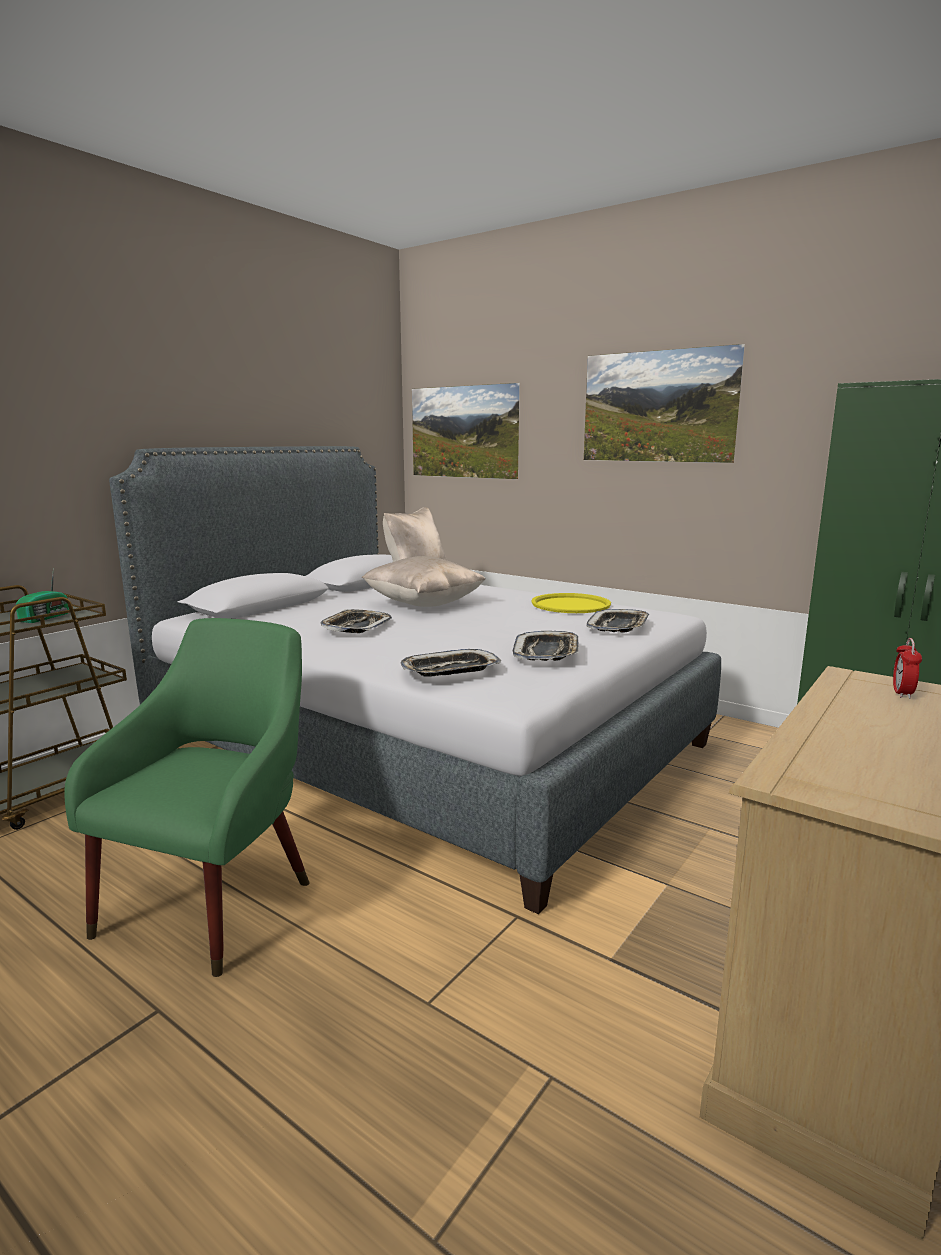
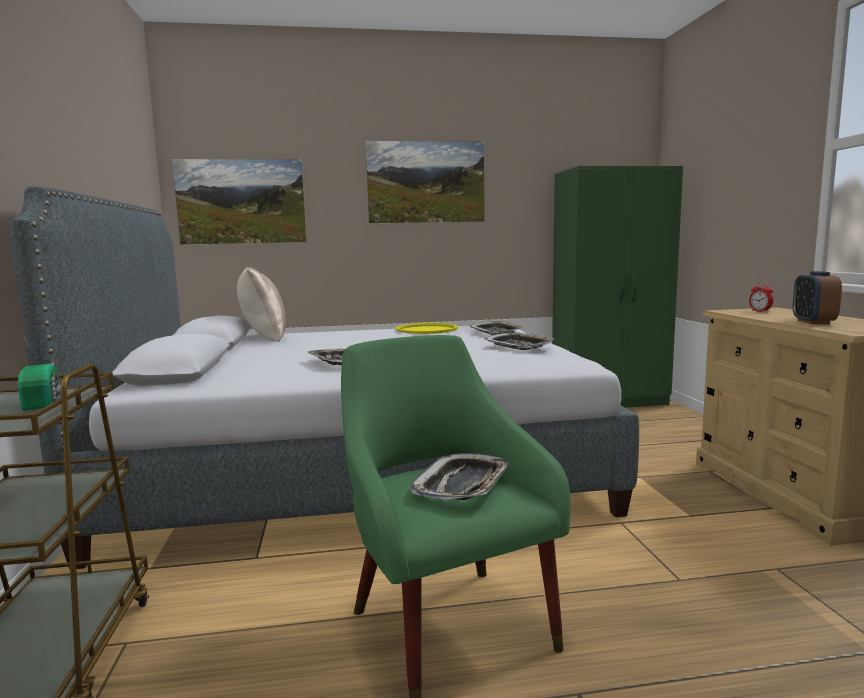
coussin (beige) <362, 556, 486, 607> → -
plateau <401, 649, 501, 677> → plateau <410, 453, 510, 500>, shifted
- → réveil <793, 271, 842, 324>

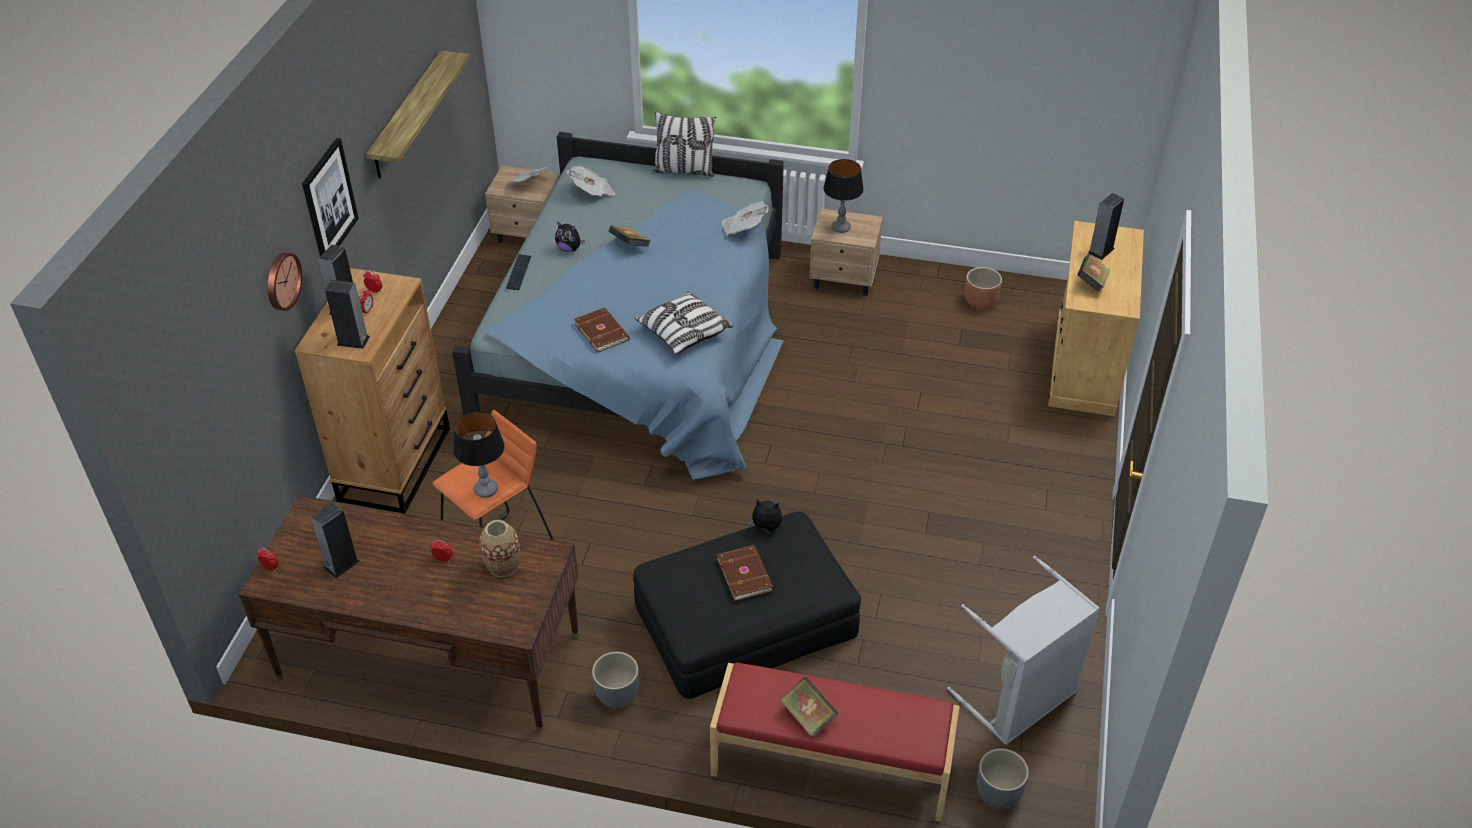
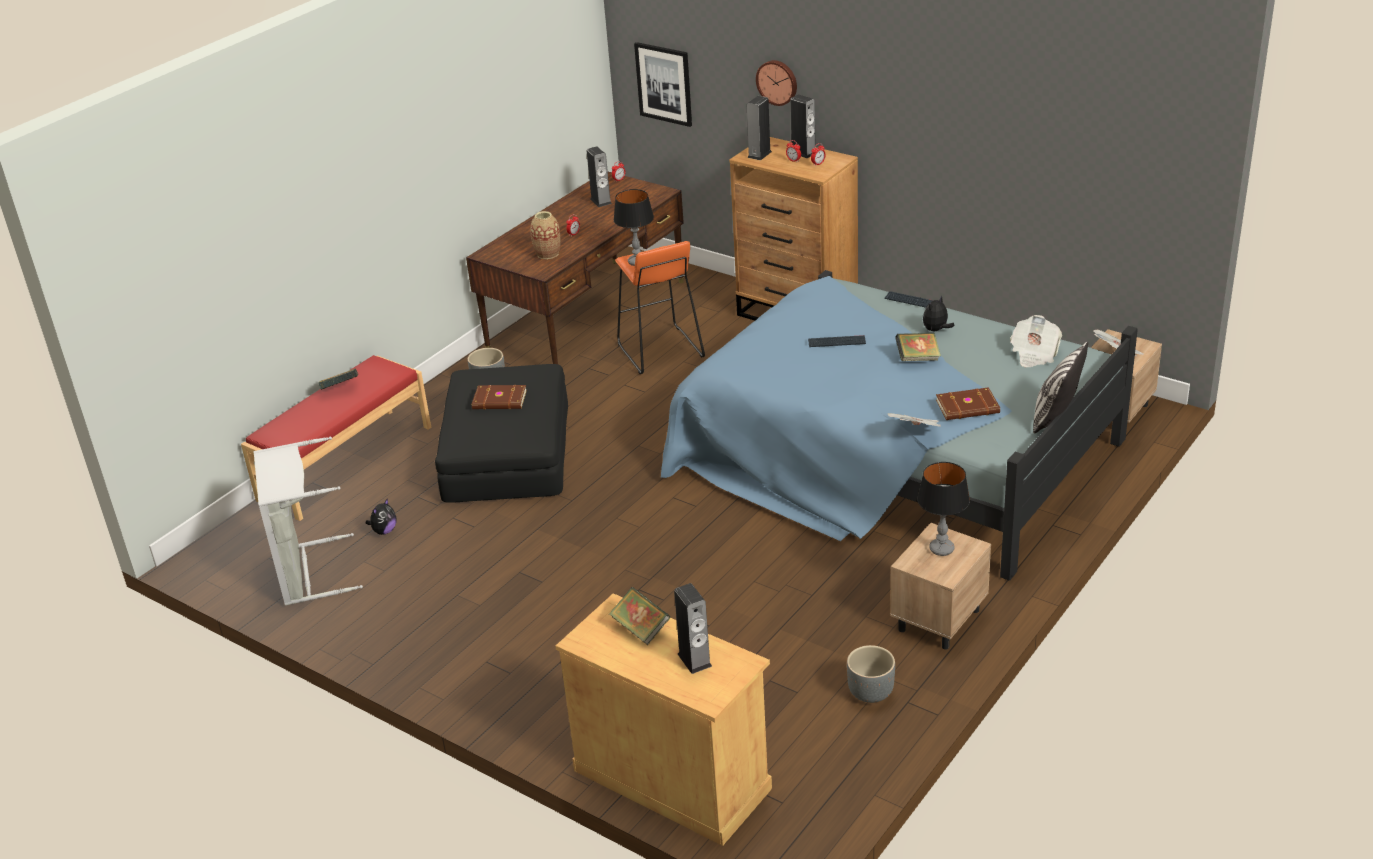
tableau <302, 138, 359, 256> → tableau <634, 42, 692, 127>, shifted
étagère <366, 50, 470, 179> → -
livre (marron) <574, 307, 630, 353> → livre (marron) <936, 387, 1000, 420>, shifted
coussin <635, 291, 733, 355> → -
peluche <748, 500, 782, 537> → peluche <366, 498, 397, 535>, shifted
cache-pot (marron) <965, 267, 1002, 309> → -
cache-pot (gris) <977, 748, 1029, 808> → cache-pot (gris) <847, 645, 895, 703>, shifted
- → clavier <808, 335, 866, 347>

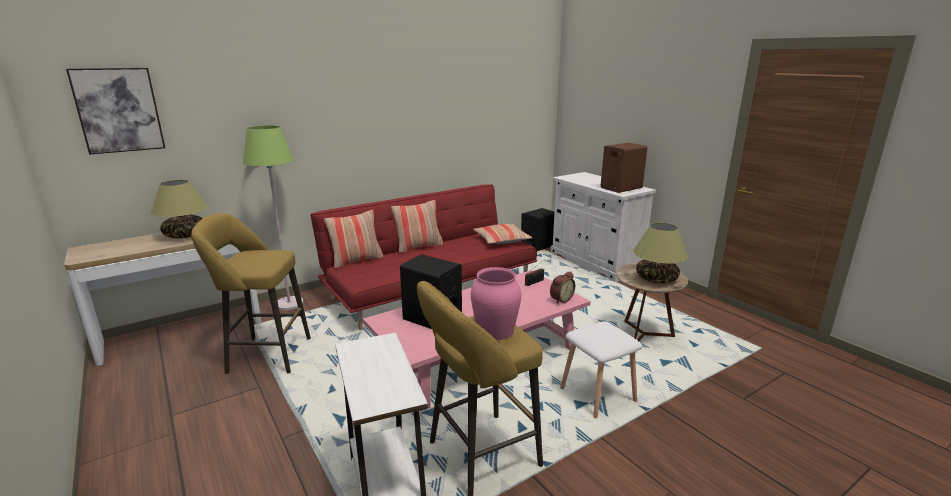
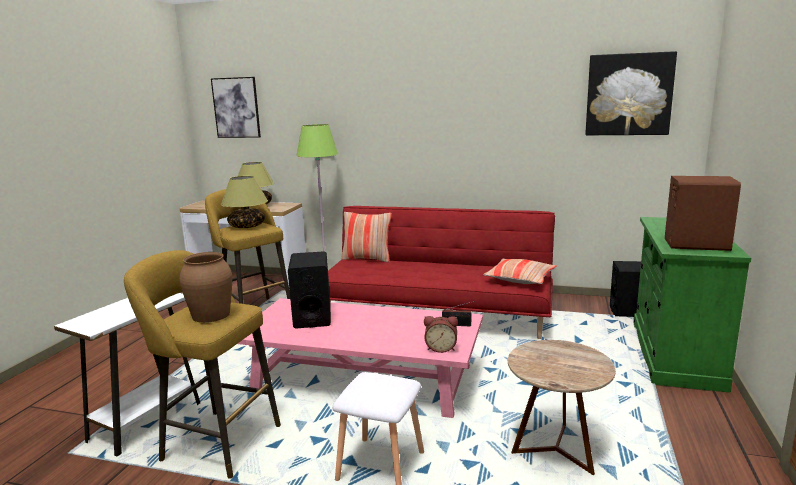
coussin <391, 200, 443, 253> → -
vase (rose) <471, 267, 521, 340> → vase (marron) <179, 252, 232, 323>
meuble de rangement (blanc) <550, 172, 656, 282> → meuble de rangement (vert) <633, 217, 751, 393>
lampe de table <633, 223, 688, 284> → lampe de table <221, 176, 268, 228>, shifted
- → tableau <585, 51, 677, 135>

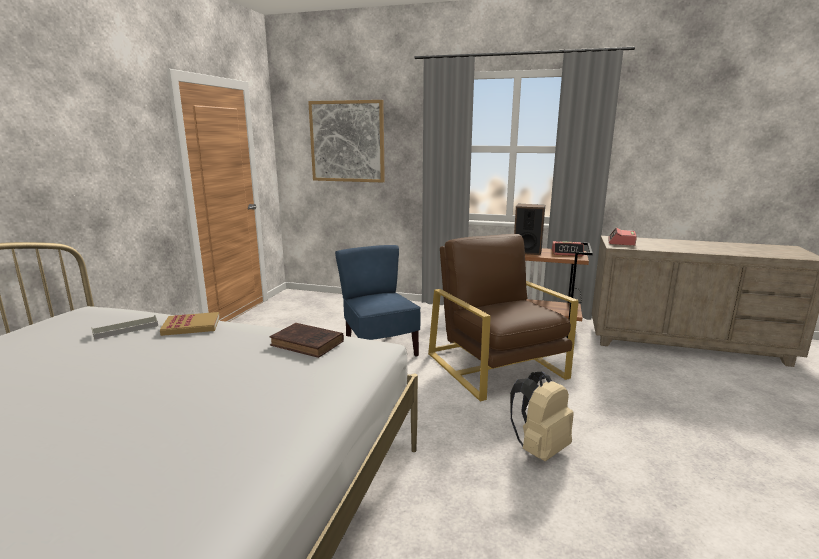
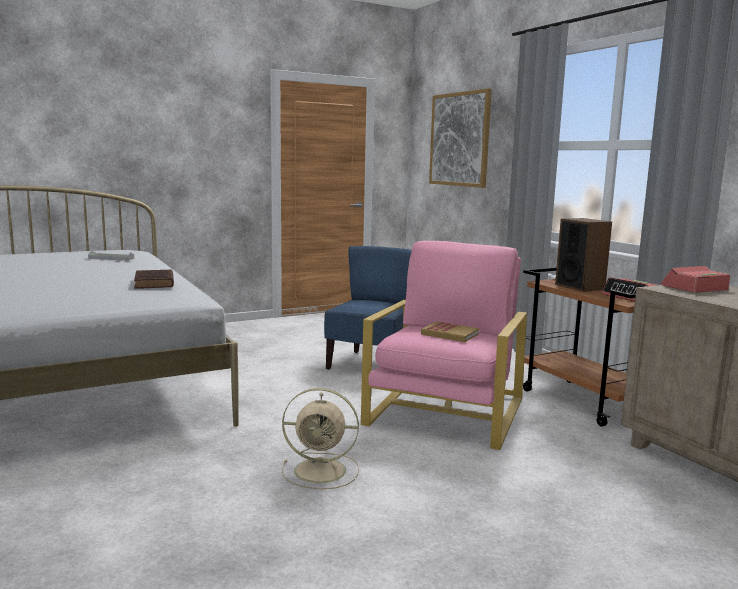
livre <160, 312, 220, 336> → livre <421, 322, 479, 342>, shifted
fauteuil (marron) <428, 234, 579, 401> → fauteuil (rose) <361, 241, 527, 450>
sac à dos (beige) <510, 372, 574, 461> → ventilateur (beige) <282, 388, 359, 489>

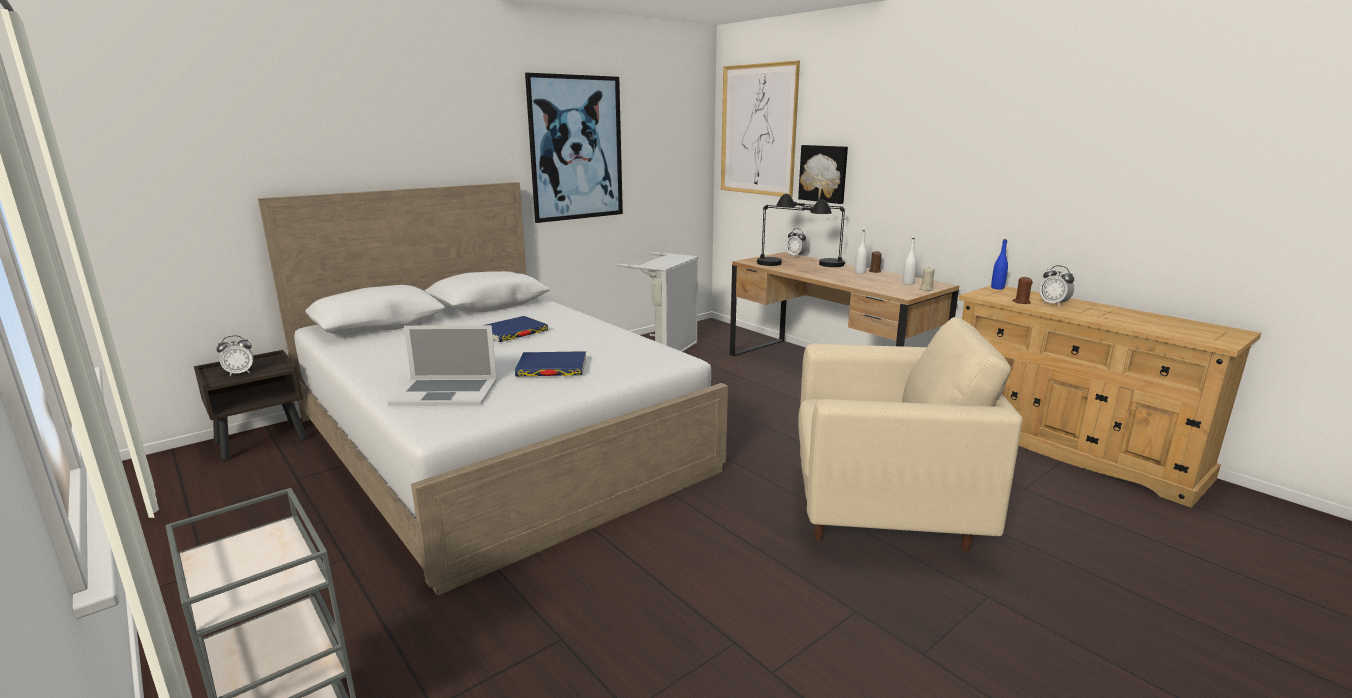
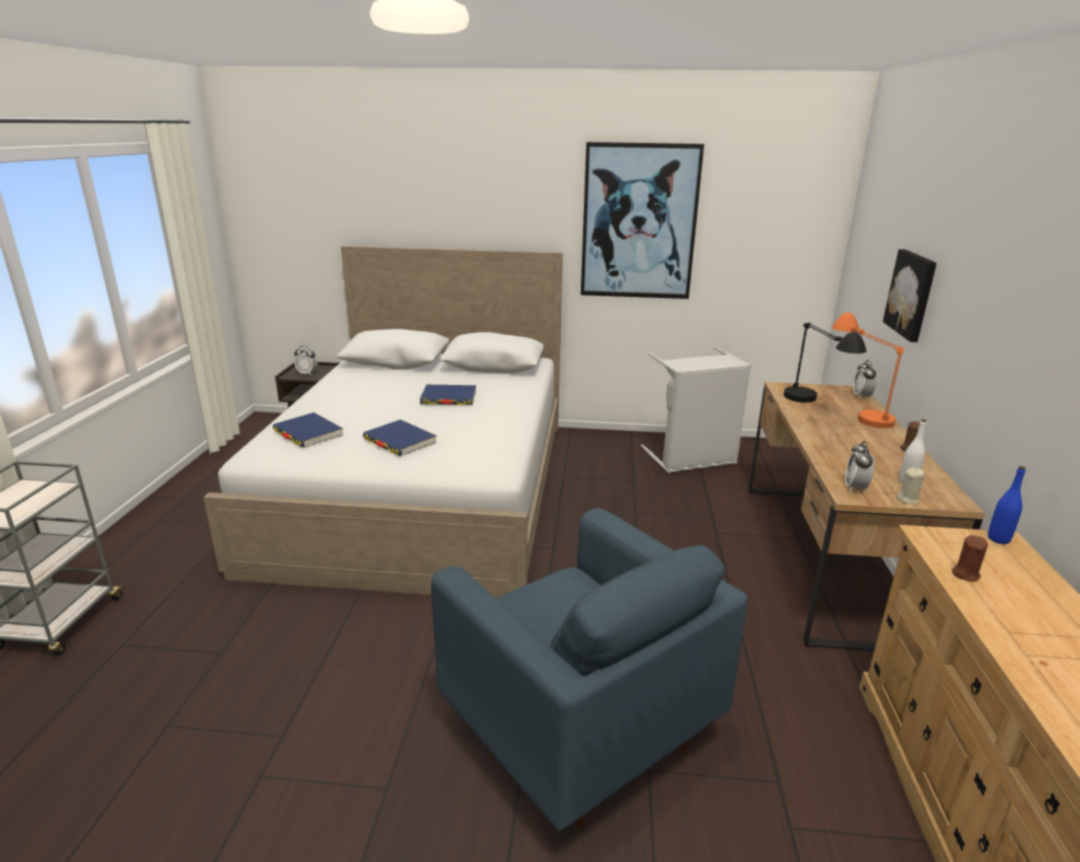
ordinateur portable <388, 325, 497, 406> → livre (bleu) <273, 412, 343, 448>
tableau <721, 60, 800, 197> → -
lampe de table (noir) <776, 194, 845, 267> → lampe de table (orange) <832, 312, 904, 428>
fauteuil (beige) <798, 317, 1023, 552> → fauteuil (bleu) <431, 508, 748, 830>
bouteille (blanc) <855, 230, 868, 274> → -
réveil <1040, 265, 1074, 307> → réveil <845, 441, 874, 492>, shifted

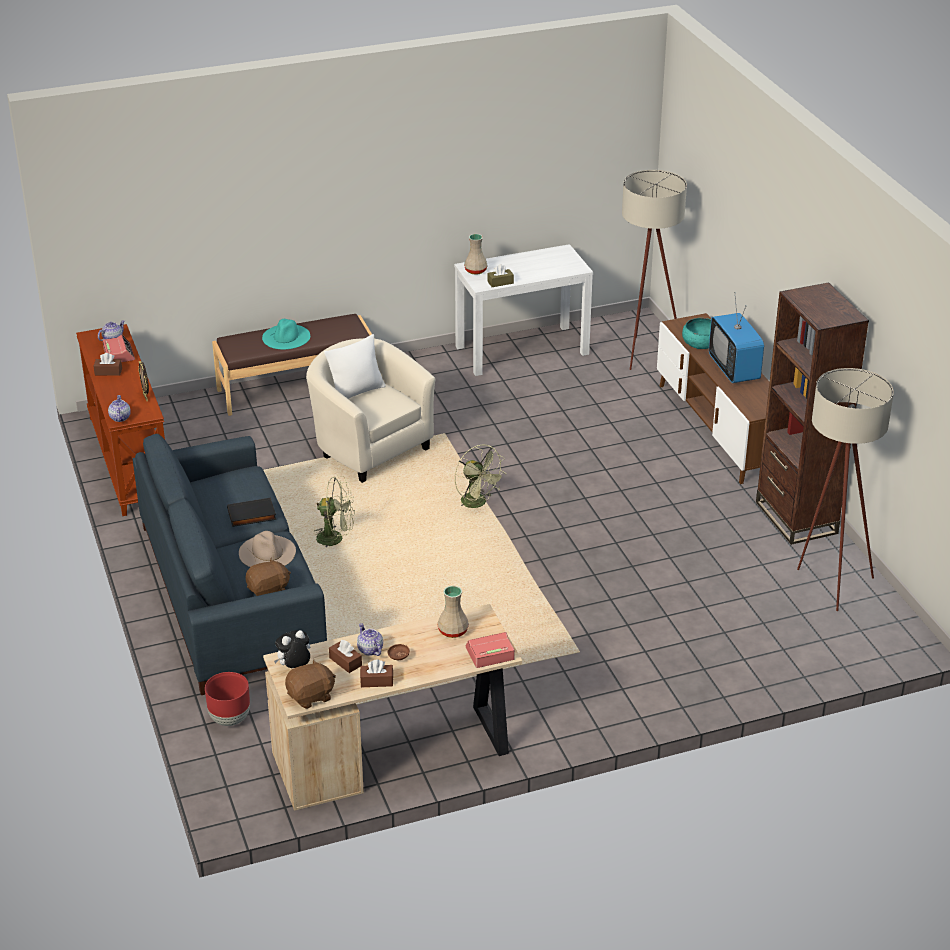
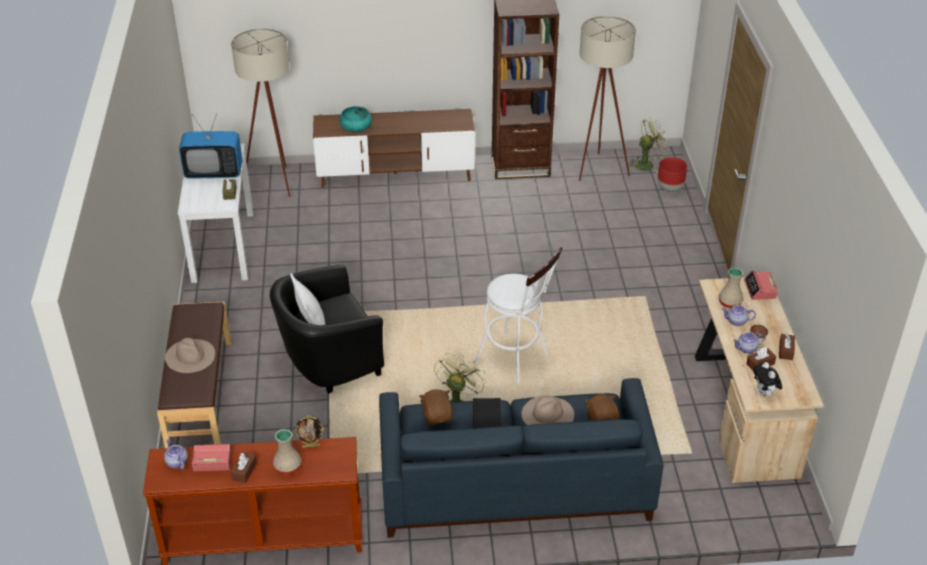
théière <108, 395, 131, 422> → théière <722, 305, 756, 326>, shifted
cache-pot (rouge) <205, 672, 250, 726> → cache-pot (rouge) <658, 157, 688, 192>, shifted
chapeau (turquoise) <262, 319, 310, 350> → chapeau (beige) <165, 338, 215, 373>
peluche (marron) <285, 659, 336, 709> → peluche (marron) <419, 389, 453, 425>, shifted
fauteuil (beige) <306, 338, 436, 483> → fauteuil (noir) <270, 265, 384, 394>
ventilateur (vert) <455, 445, 506, 508> → ventilateur (vert) <628, 118, 669, 173>, shifted
vase (beige) <464, 234, 488, 275> → vase (beige) <273, 429, 301, 474>, shifted
téléviseur <709, 292, 764, 383> → téléviseur <179, 114, 243, 179>, shifted
- → tabouret (blanc) <475, 247, 562, 384>

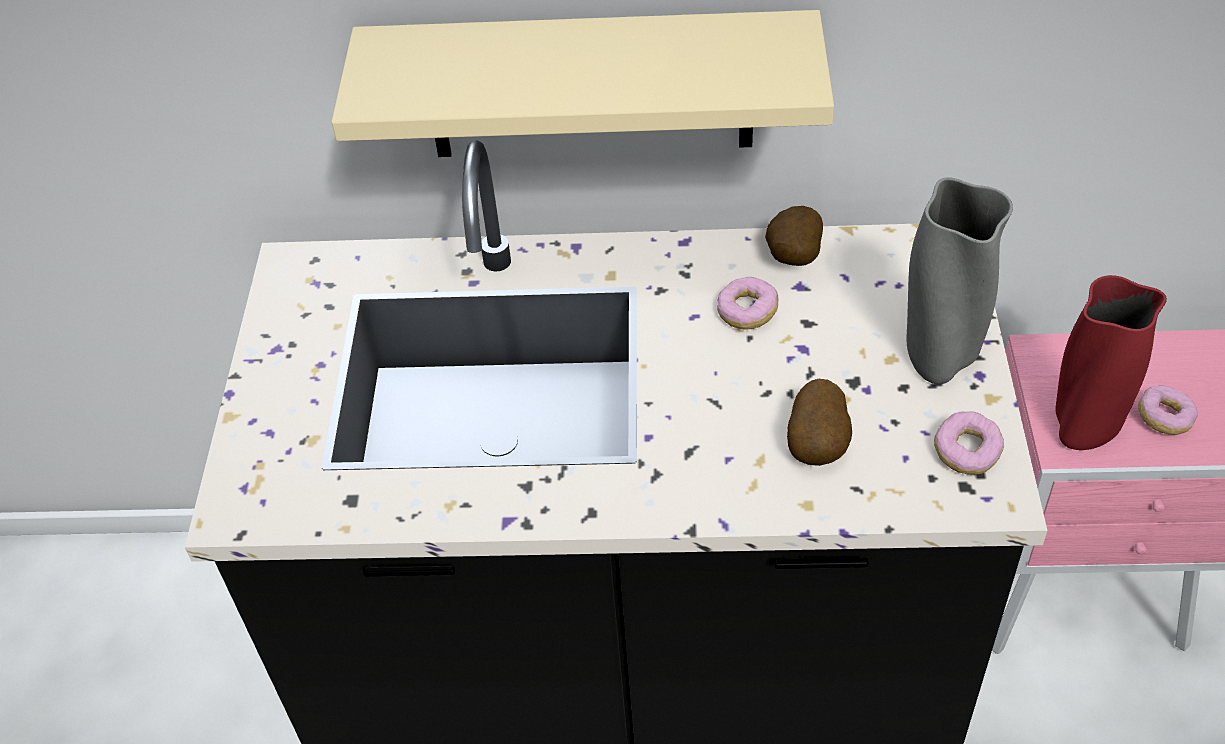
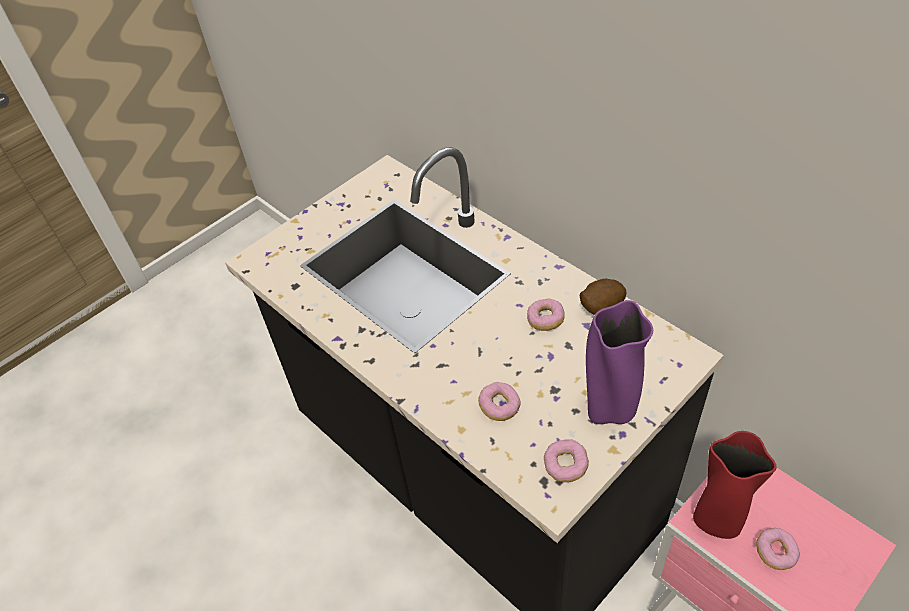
étagère (beige) <331, 10, 834, 157> → -
pomme de terre <787, 379, 852, 466> → beignet <478, 382, 521, 421>
vase (gris) <906, 177, 1013, 384> → vase (violet) <586, 300, 653, 424>

